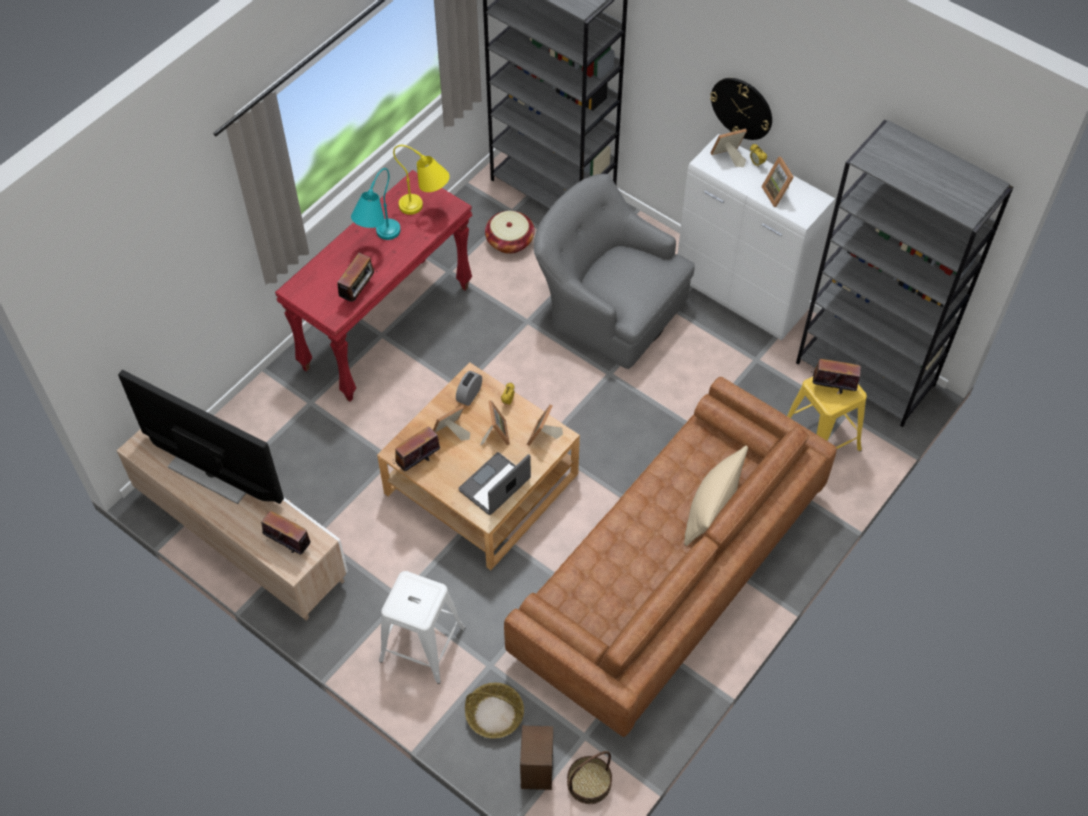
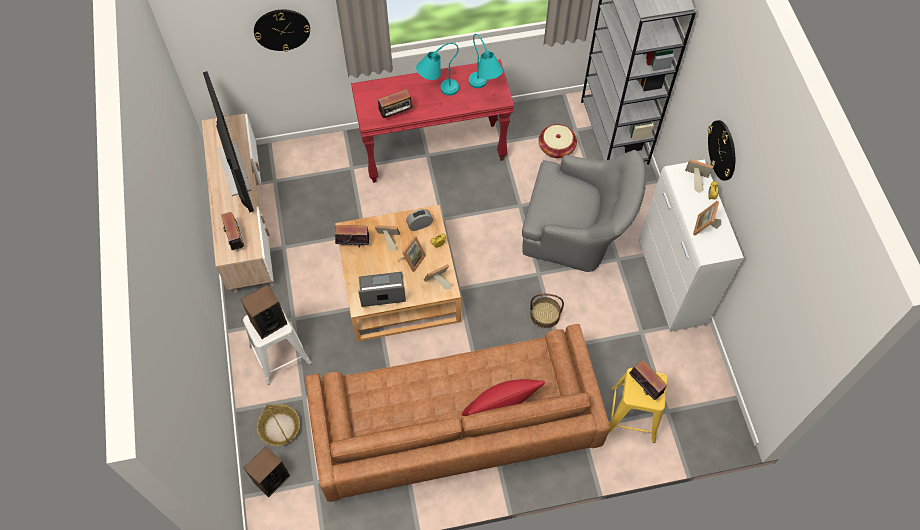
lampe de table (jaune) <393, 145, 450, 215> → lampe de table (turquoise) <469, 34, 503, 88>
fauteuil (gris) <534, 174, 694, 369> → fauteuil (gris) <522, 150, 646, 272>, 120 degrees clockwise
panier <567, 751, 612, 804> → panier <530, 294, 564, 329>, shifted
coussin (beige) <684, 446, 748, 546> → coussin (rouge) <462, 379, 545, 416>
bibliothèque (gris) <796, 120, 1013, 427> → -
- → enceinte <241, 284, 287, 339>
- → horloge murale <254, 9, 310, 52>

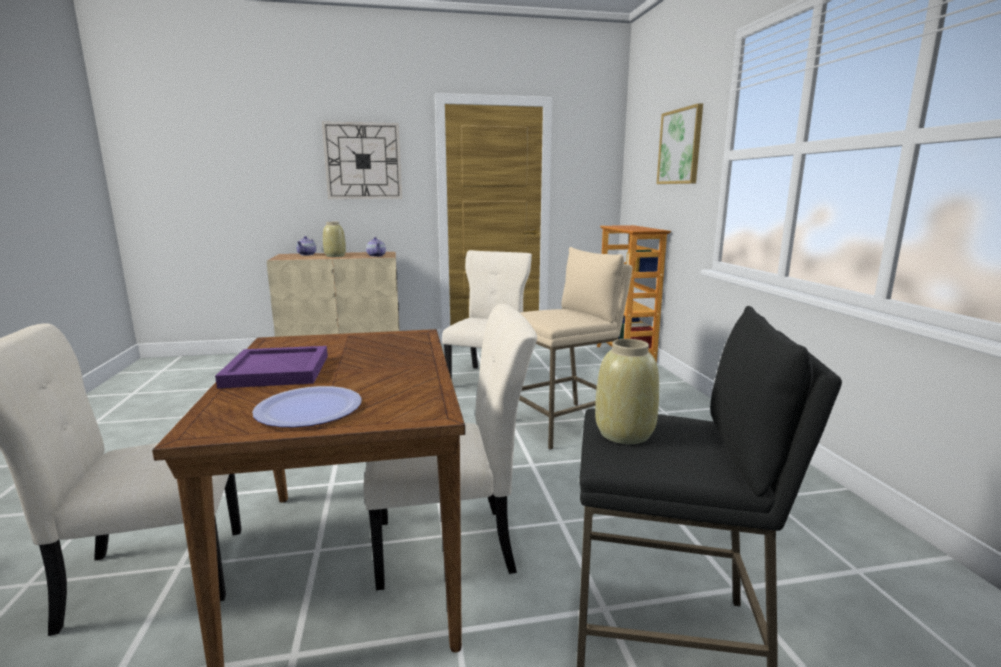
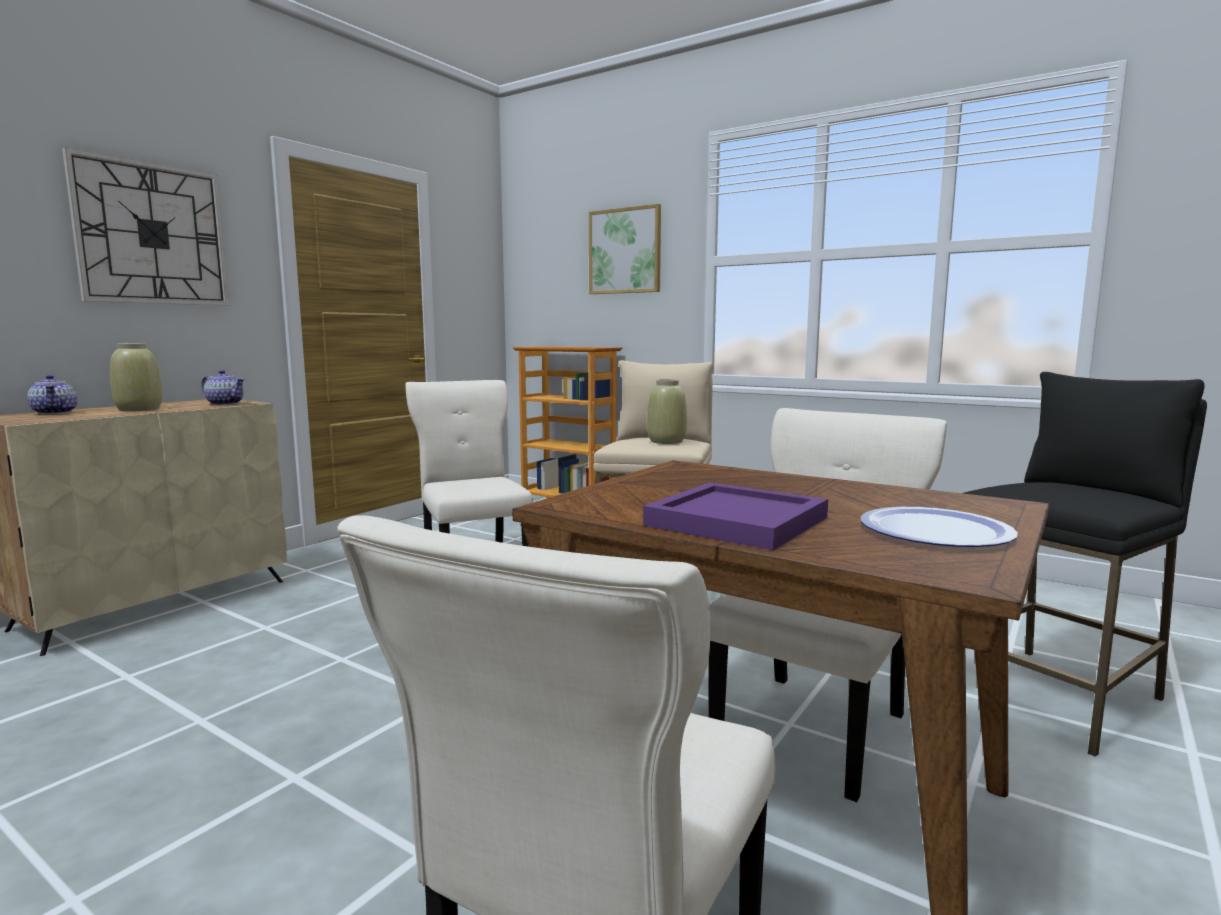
vase (beige) <595, 339, 659, 444> → vase (beige) <647, 379, 687, 444>, shifted

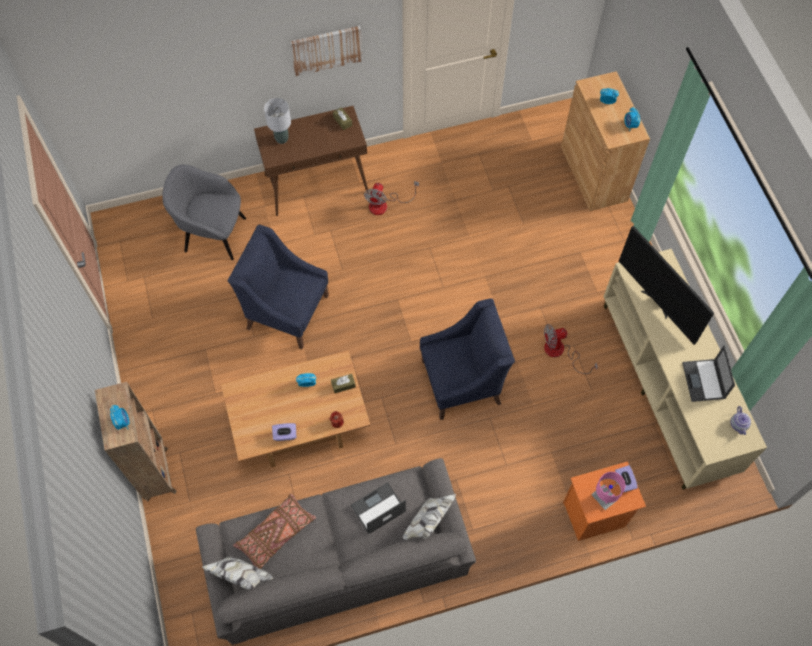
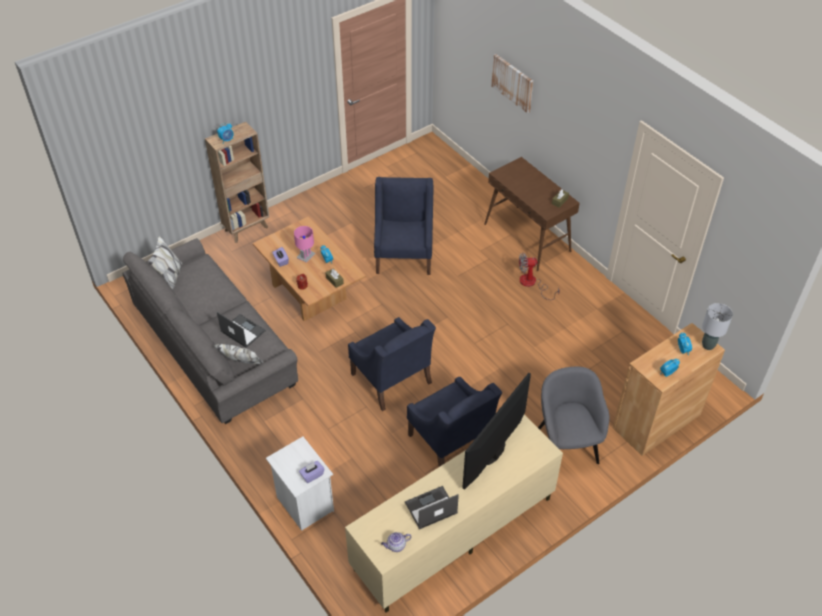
fauteuil (gris) <162, 164, 246, 260> → fauteuil (gris) <538, 367, 610, 464>, shifted
coussin (marron) <233, 494, 316, 569> → -
lampe de table (gris) <264, 98, 291, 144> → lampe de table (gris) <702, 303, 733, 350>, shifted
tableau <290, 26, 363, 76> → tableau <491, 54, 533, 114>, shifted
ventilateur <544, 324, 598, 374> → fauteuil (bleu) <407, 377, 502, 467>
table de chevet (orange) <563, 461, 646, 541> → table de chevet (blanc) <266, 436, 334, 531>
lampe de table (rose) <591, 472, 626, 510> → lampe de table (rose) <294, 226, 316, 263>, shifted

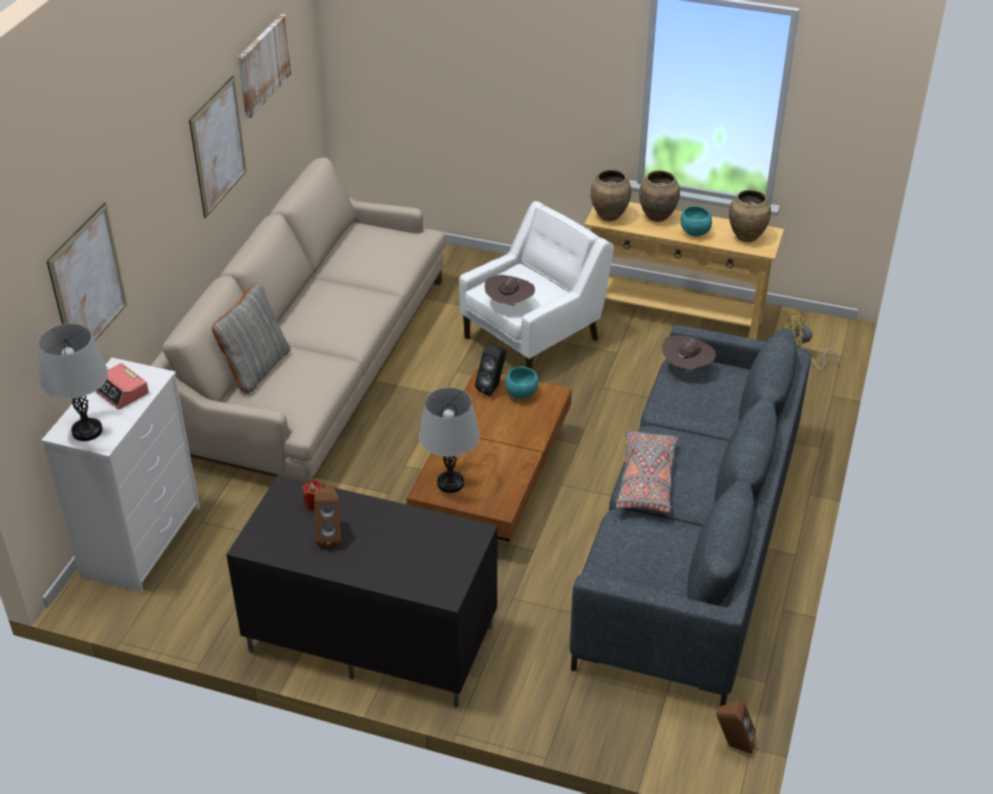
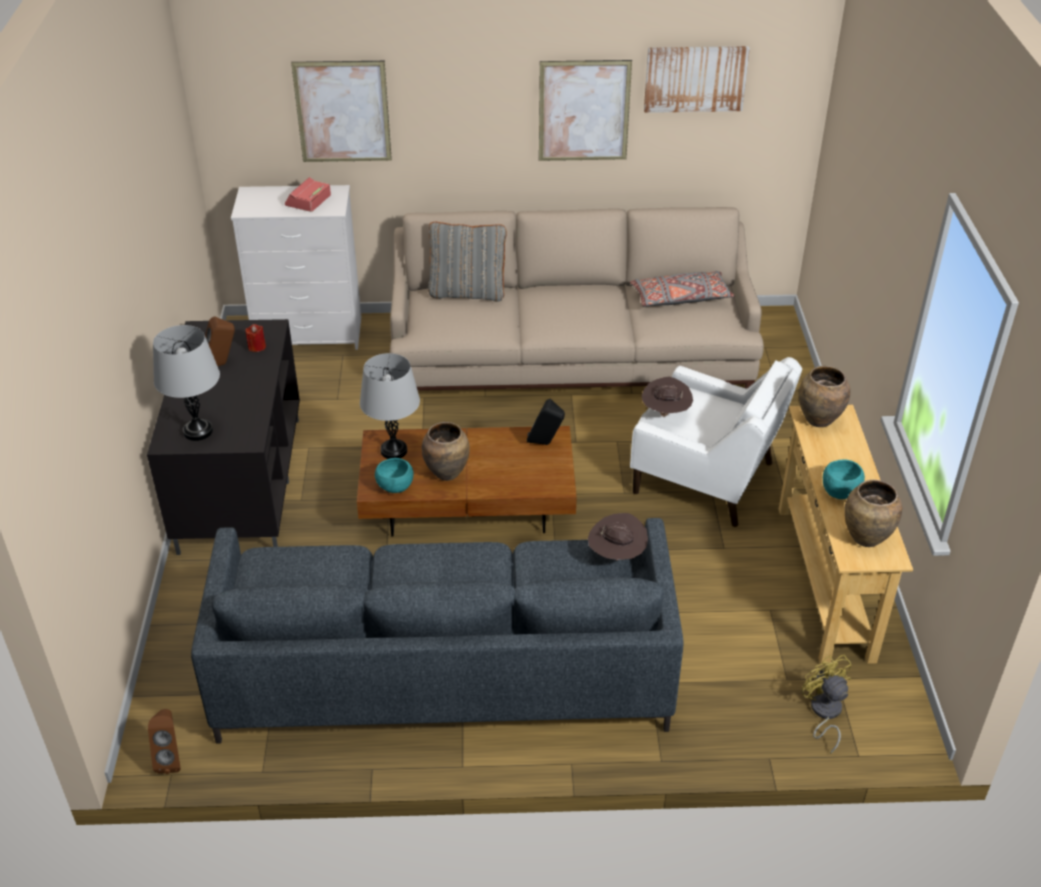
lampe de table (gris) <38, 324, 108, 441> → lampe de table (gris) <153, 325, 220, 441>, shifted
bol (turquoise) <505, 366, 538, 399> → bol (turquoise) <375, 458, 413, 493>, shifted
coussin (gris) <616, 431, 679, 513> → coussin (gris) <630, 271, 735, 307>, shifted
vase (marron) <639, 170, 680, 222> → vase (marron) <422, 422, 470, 481>, shifted

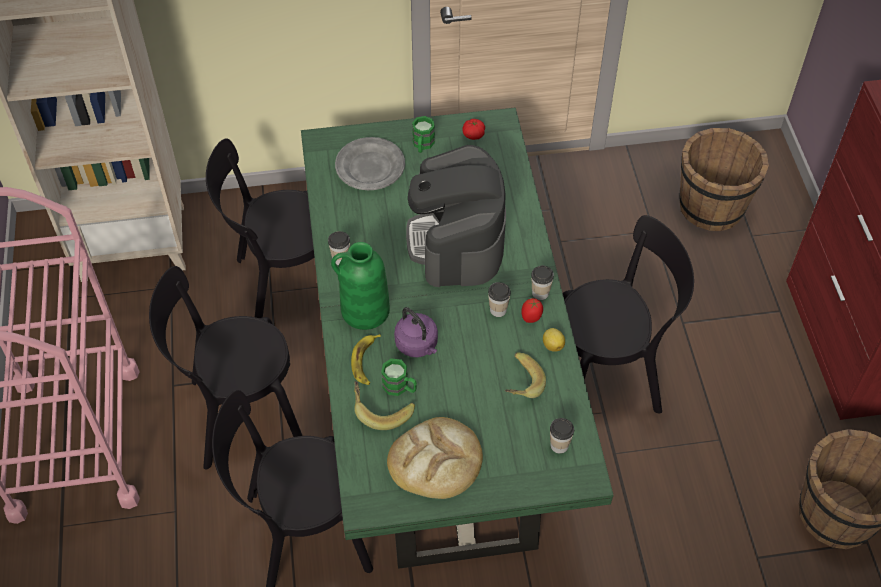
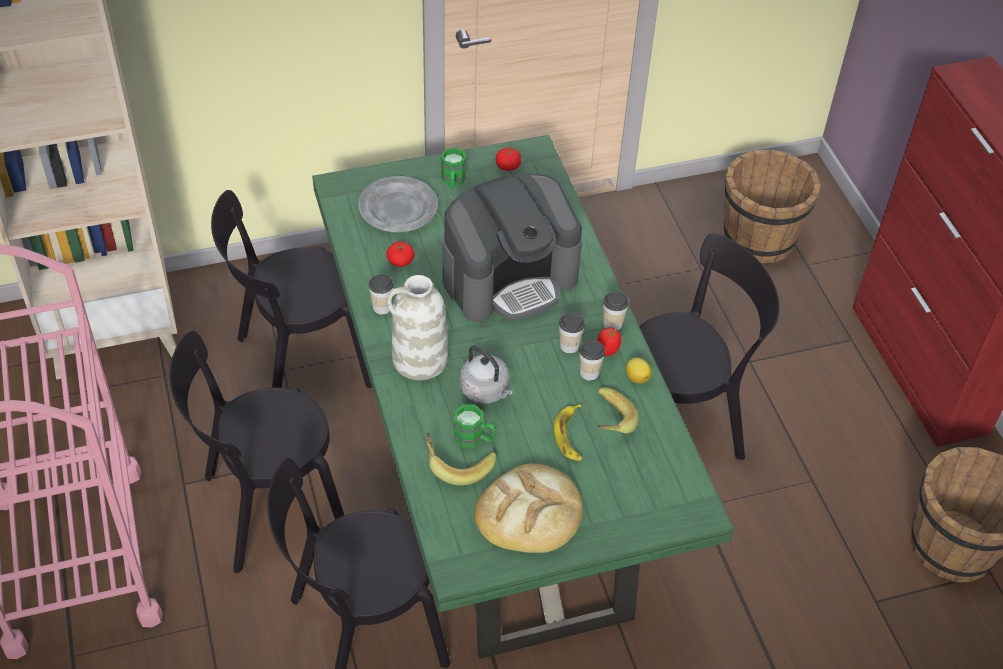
vase (vert) <331, 242, 390, 330> → vase (blanc) <386, 275, 448, 380>
banane <351, 334, 381, 385> → banane <553, 404, 582, 461>, shifted
bouilloire (violet) <394, 307, 438, 358> → bouilloire (gris) <460, 346, 513, 404>
machine à café <406, 145, 506, 287> → machine à café <442, 174, 582, 322>, 105 degrees counterclockwise
tasse <550, 418, 574, 454> → tasse <579, 340, 605, 381>, shifted
- → tomate <386, 241, 415, 267>

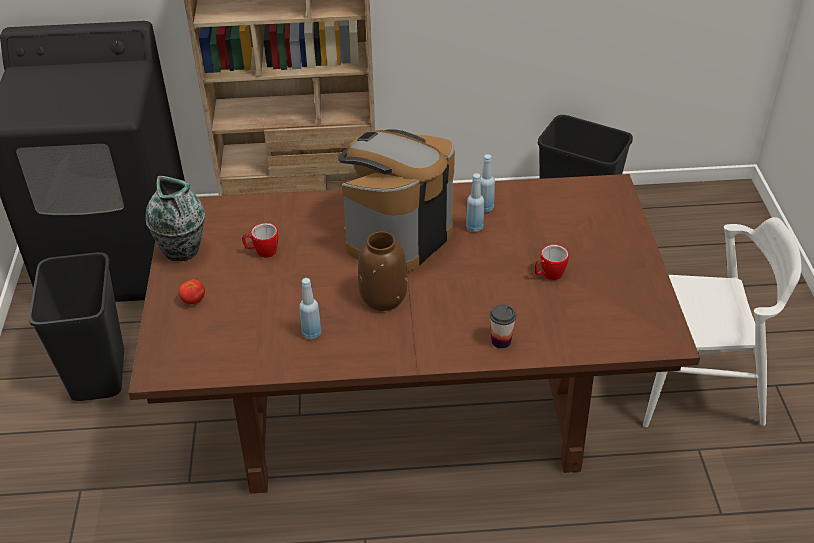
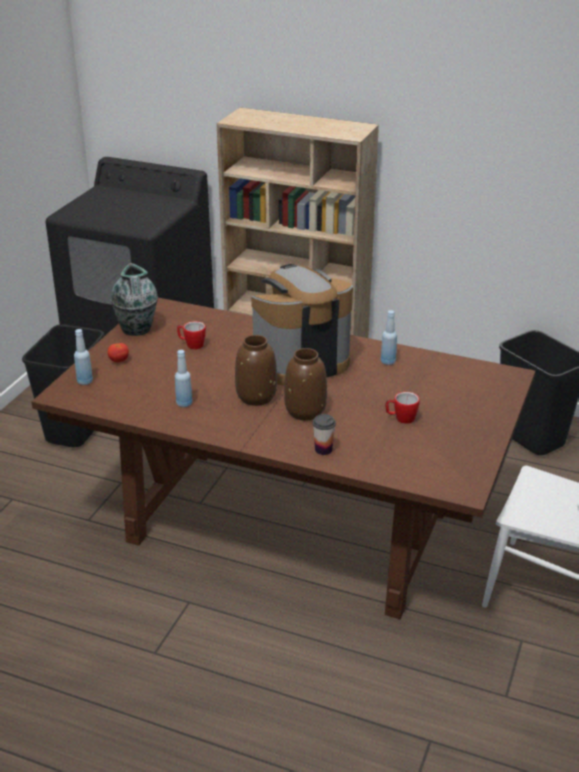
bouteille (bleu) <466, 173, 484, 232> → bouteille (bleu) <74, 329, 93, 385>, shifted
- → vase (marron) <284, 348, 327, 420>

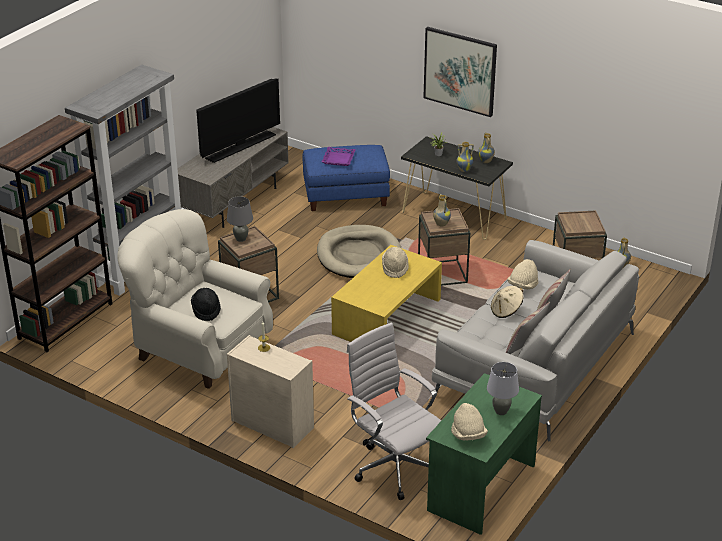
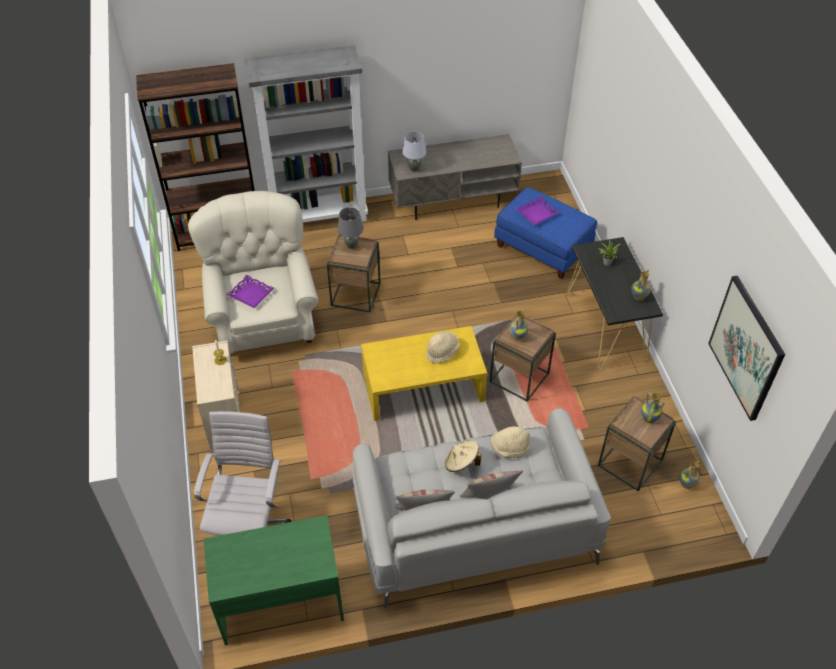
chapeau (noir) <191, 288, 221, 321> → plateau (violet) <226, 275, 274, 308>
téléviseur <196, 78, 280, 163> → -
panier pour chien (beige) <317, 225, 401, 278> → -
tableau <423, 27, 497, 117> → tableau <708, 276, 785, 421>, shifted
chapeau (beige) <451, 403, 488, 441> → -
vase <457, 142, 474, 172> → vase <641, 392, 664, 423>, shifted
lampe de table (gris) <487, 362, 519, 415> → lampe de table (gris) <402, 131, 426, 172>, shifted

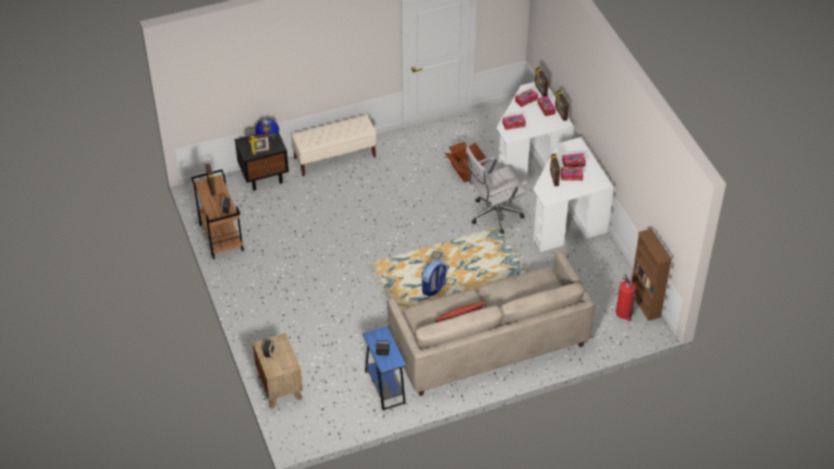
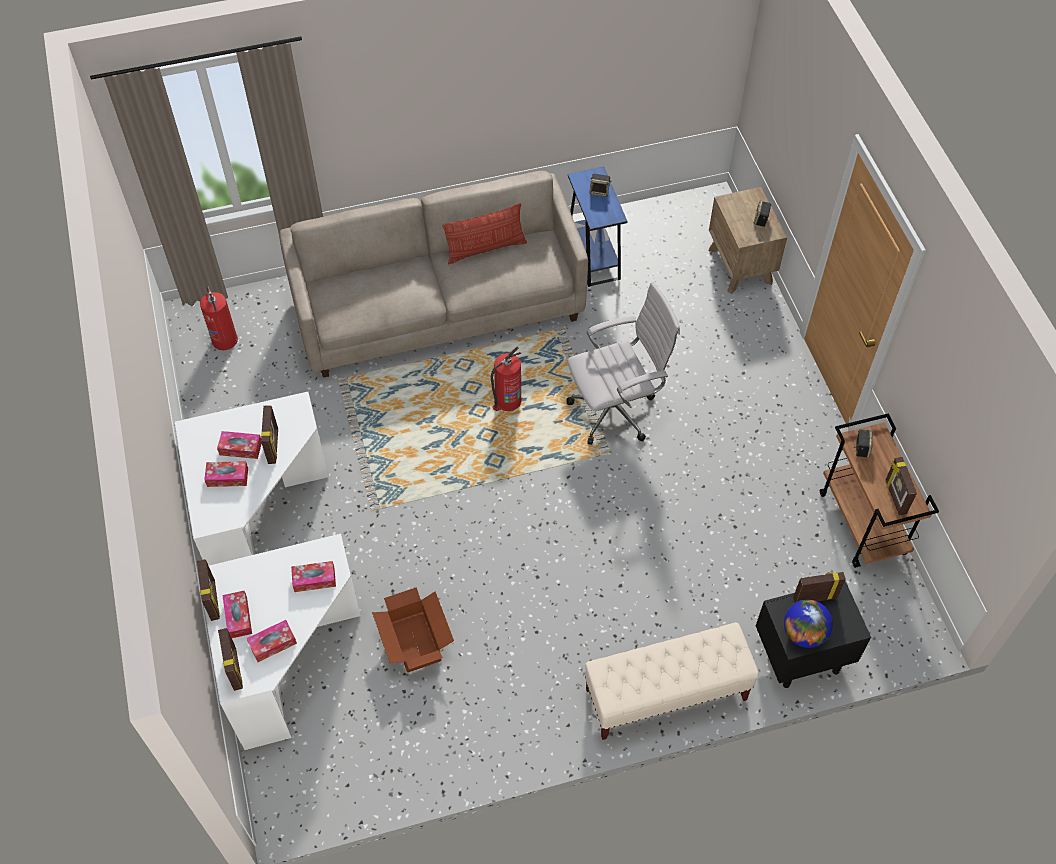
sac à dos <422, 259, 447, 296> → extincteur <491, 347, 522, 411>
chaise de bureau (blanc) <466, 147, 527, 234> → chaise de bureau (blanc) <566, 282, 680, 445>, shifted
bibliothèque (marron) <632, 229, 672, 321> → -

